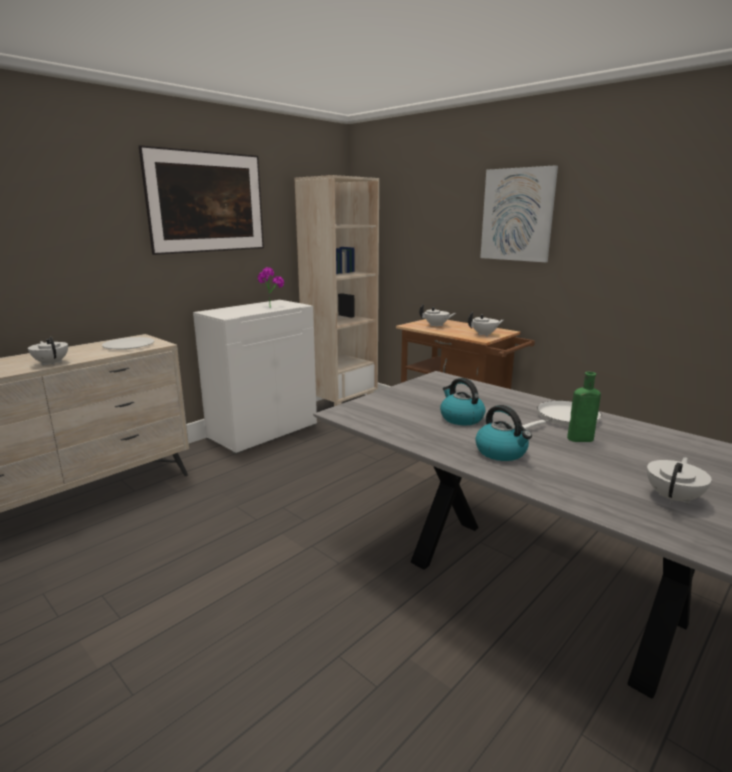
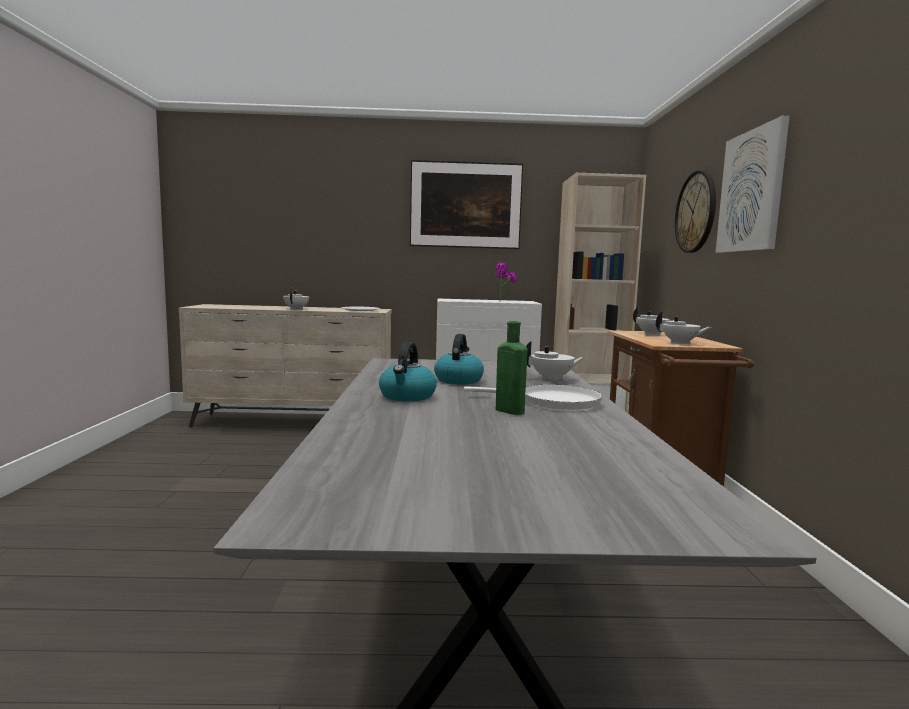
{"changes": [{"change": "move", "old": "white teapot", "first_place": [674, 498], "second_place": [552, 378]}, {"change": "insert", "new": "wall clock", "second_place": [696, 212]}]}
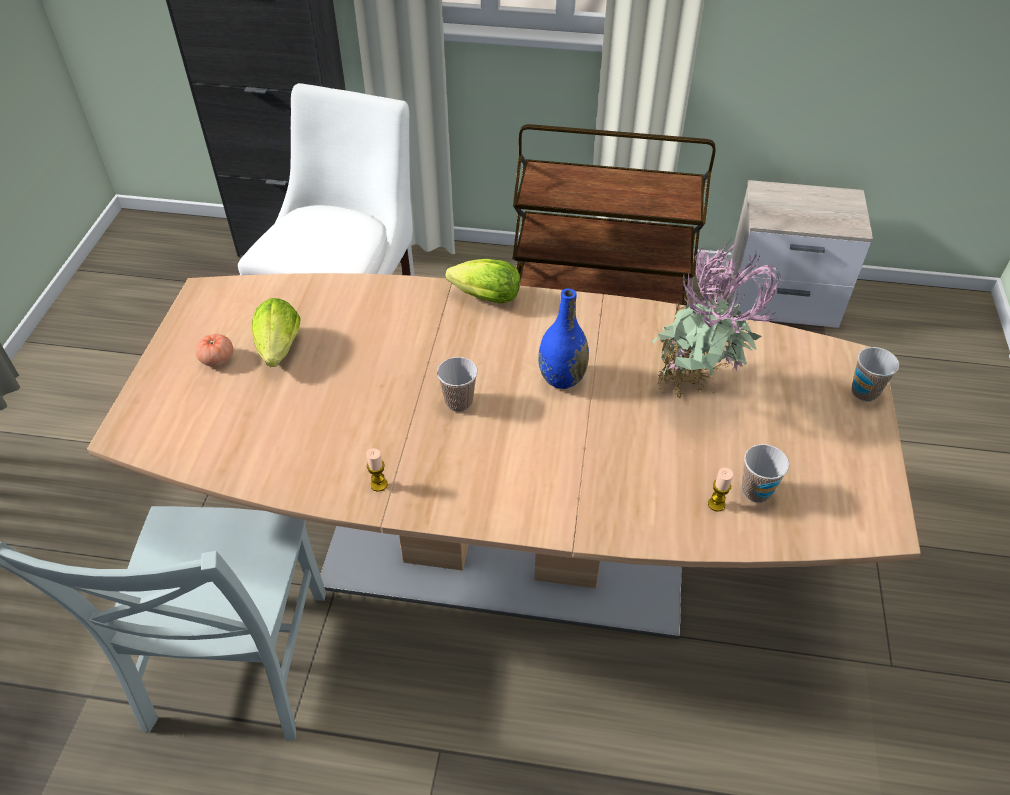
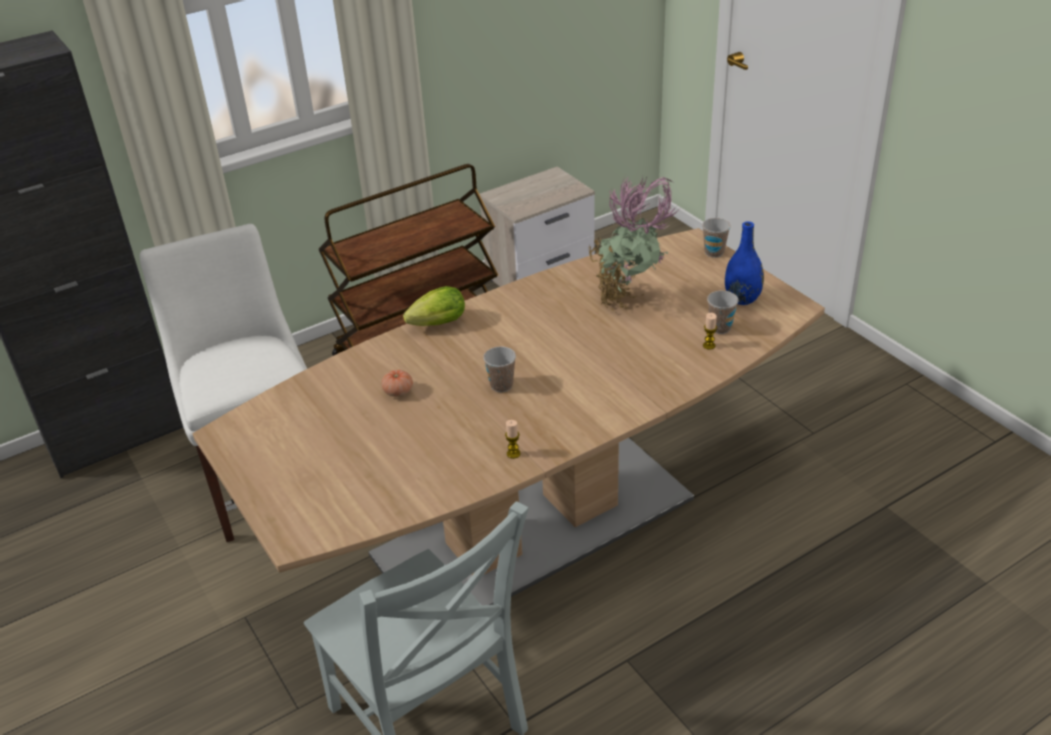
{"changes": [{"change": "move", "old": "tomato", "first_place": [217, 359], "second_place": [398, 392]}, {"change": "delete", "old": "lettuce", "first_place": [279, 352]}, {"change": "move", "old": "blue vase", "first_place": [562, 378], "second_place": [742, 299]}]}
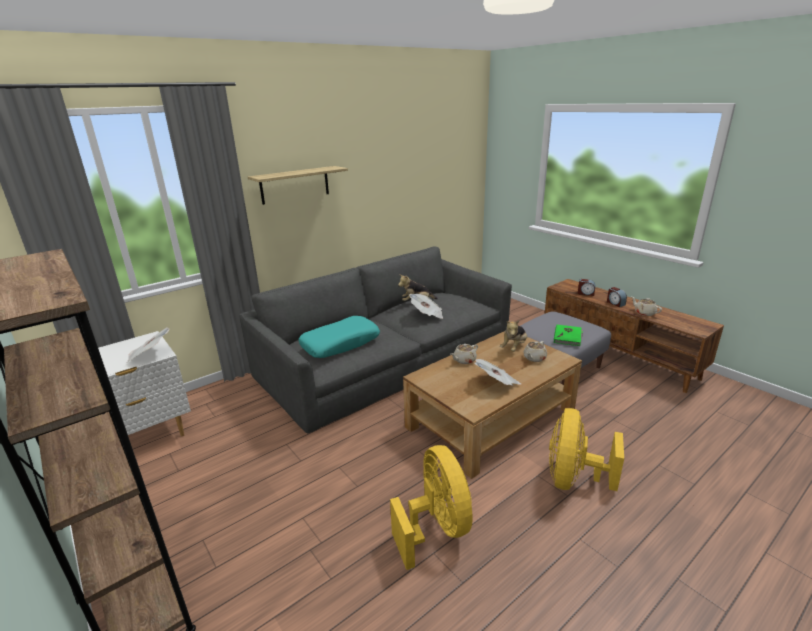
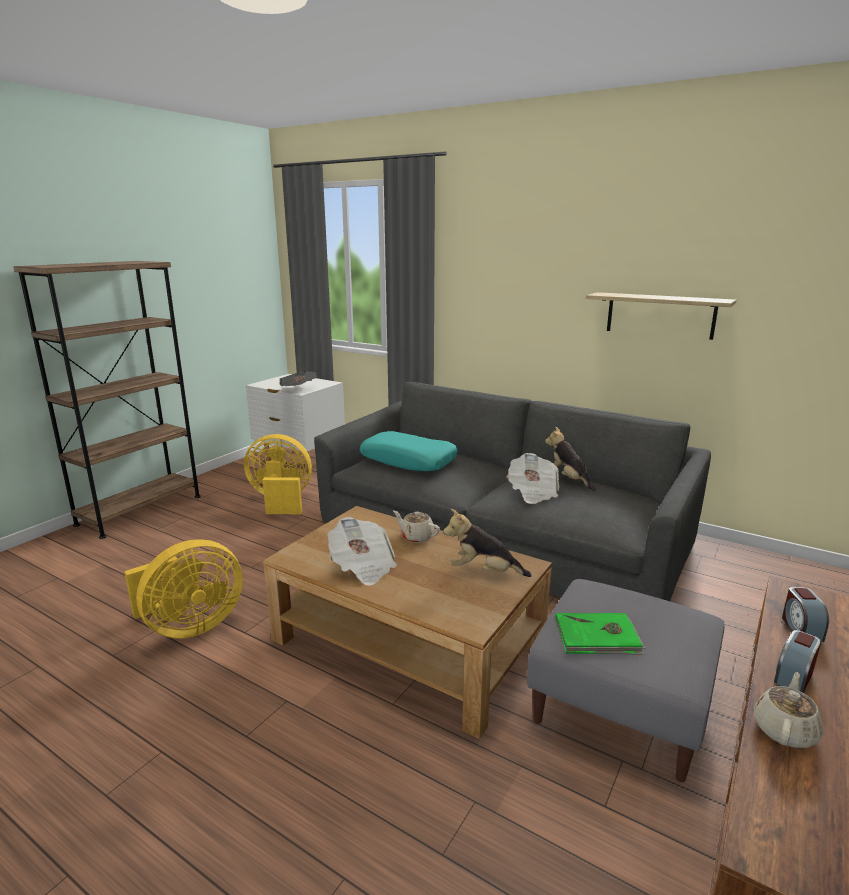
{"changes": [{"change": "move", "old": "shelf", "first_place": [295, 185], "second_place": [660, 315]}, {"change": "delete", "old": "beige teapot", "first_place": [534, 358]}, {"change": "move", "old": "yellow fan", "first_place": [573, 479], "second_place": [281, 501]}]}
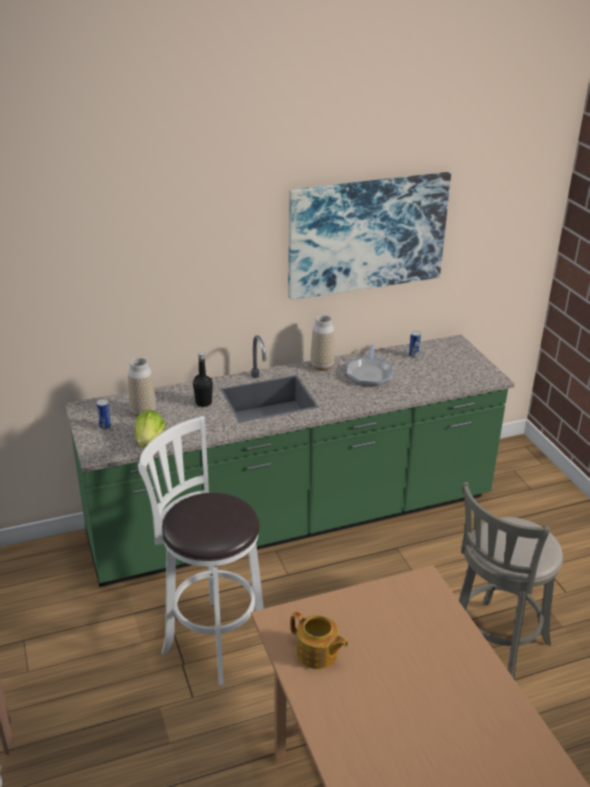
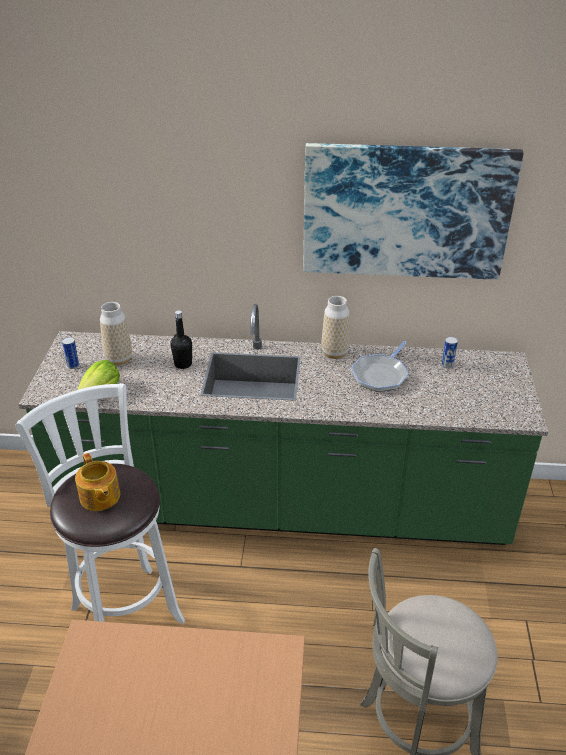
{"changes": [{"change": "move", "old": "teapot", "first_place": [317, 653], "second_place": [99, 497]}]}
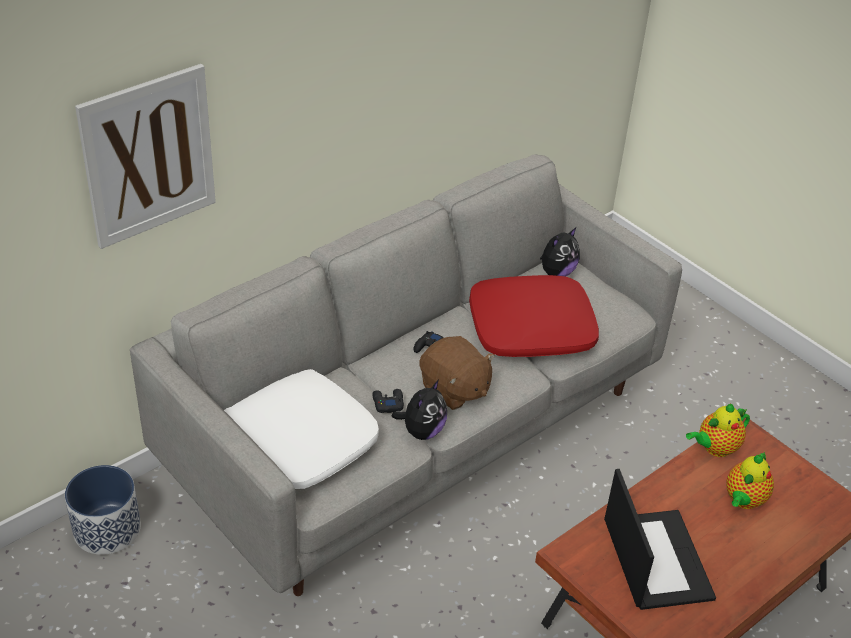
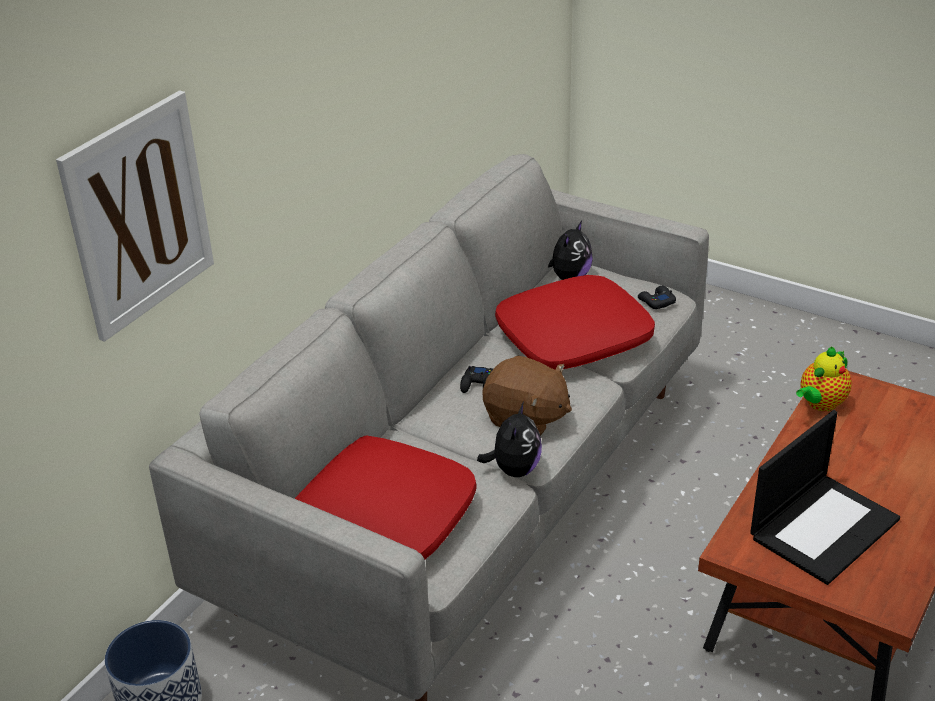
{"changes": [{"change": "recolor", "old": "white pillow", "new": "red pillow", "first_place": [301, 440], "second_place": [385, 515]}, {"change": "move", "old": "black game controller", "first_place": [387, 403], "second_place": [656, 301]}, {"change": "rotate", "old": "laptop", "first_place": [655, 558], "second_place": [824, 527], "degrees": 75}, {"change": "delete", "old": "teapot", "first_place": [743, 500]}]}
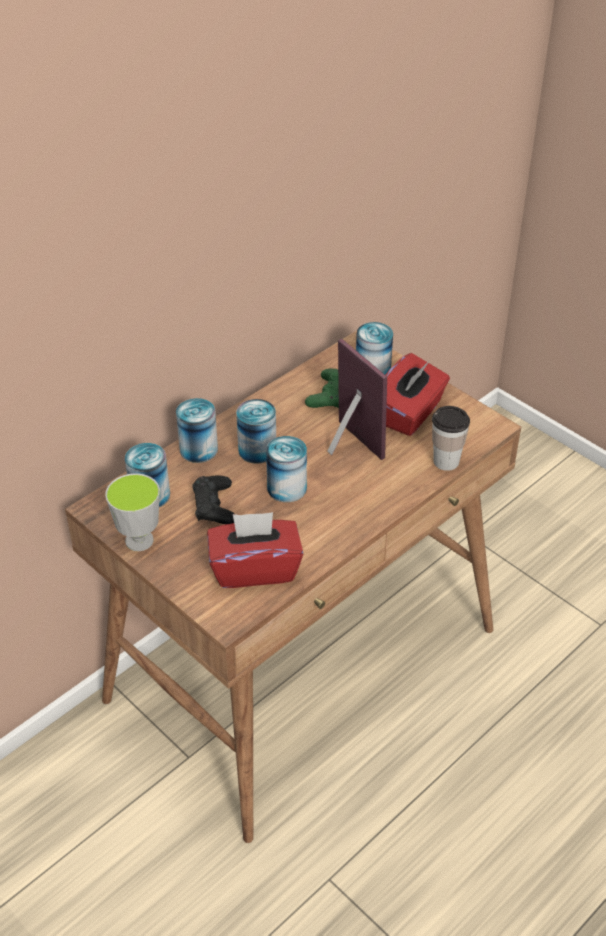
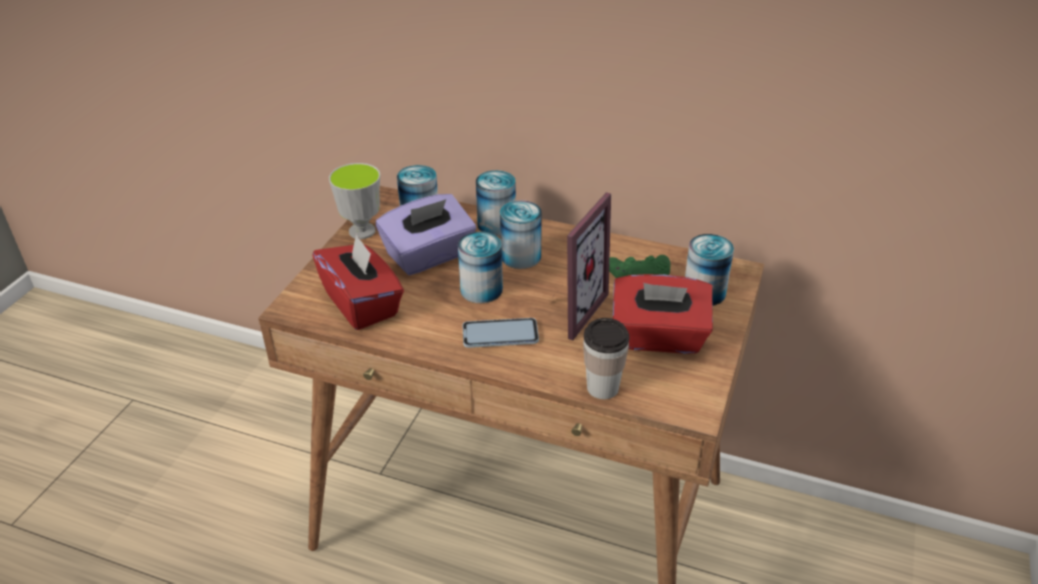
{"changes": [{"change": "replace", "old": "black game controller", "new": "purple tissue box", "first_place": [214, 506], "second_place": [429, 256]}, {"change": "insert", "new": "phone", "second_place": [500, 334]}]}
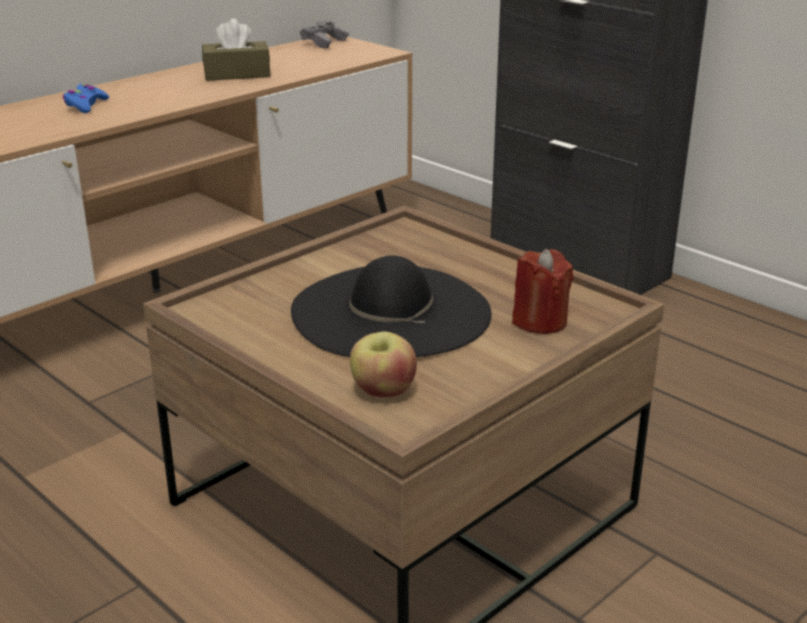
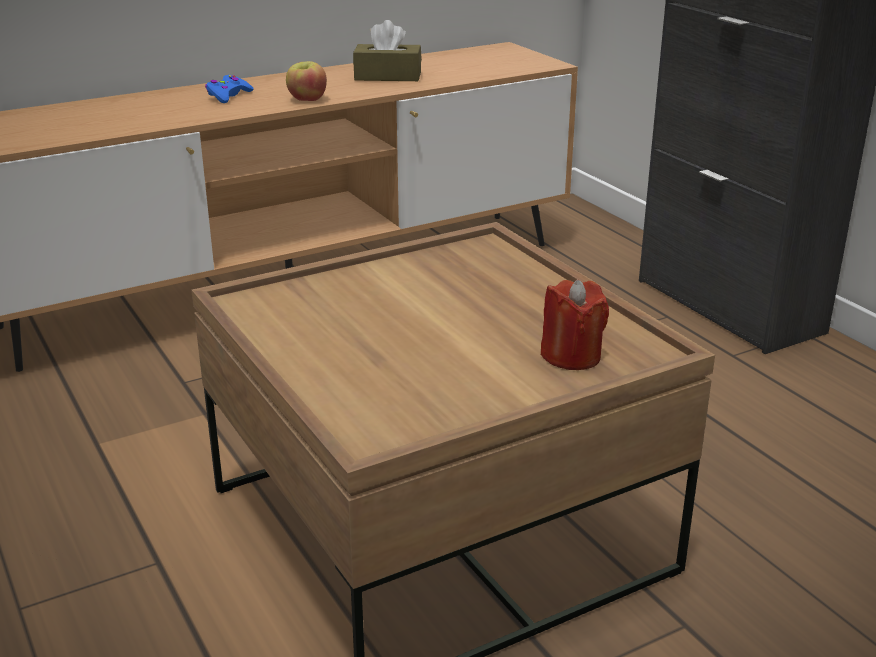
{"changes": [{"change": "delete", "old": "black hat", "first_place": [390, 312]}, {"change": "delete", "old": "grey game controller", "first_place": [324, 42]}, {"change": "move", "old": "apple", "first_place": [383, 391], "second_place": [307, 99]}]}
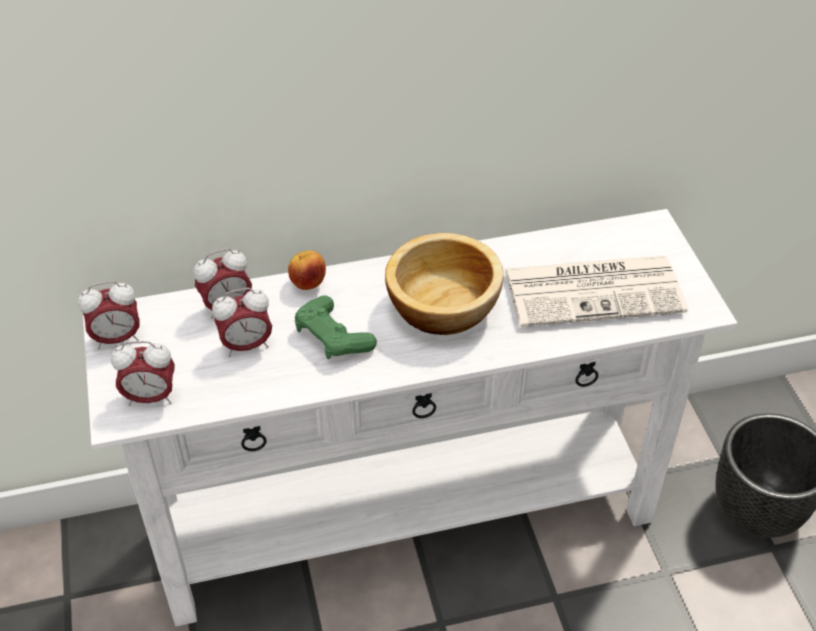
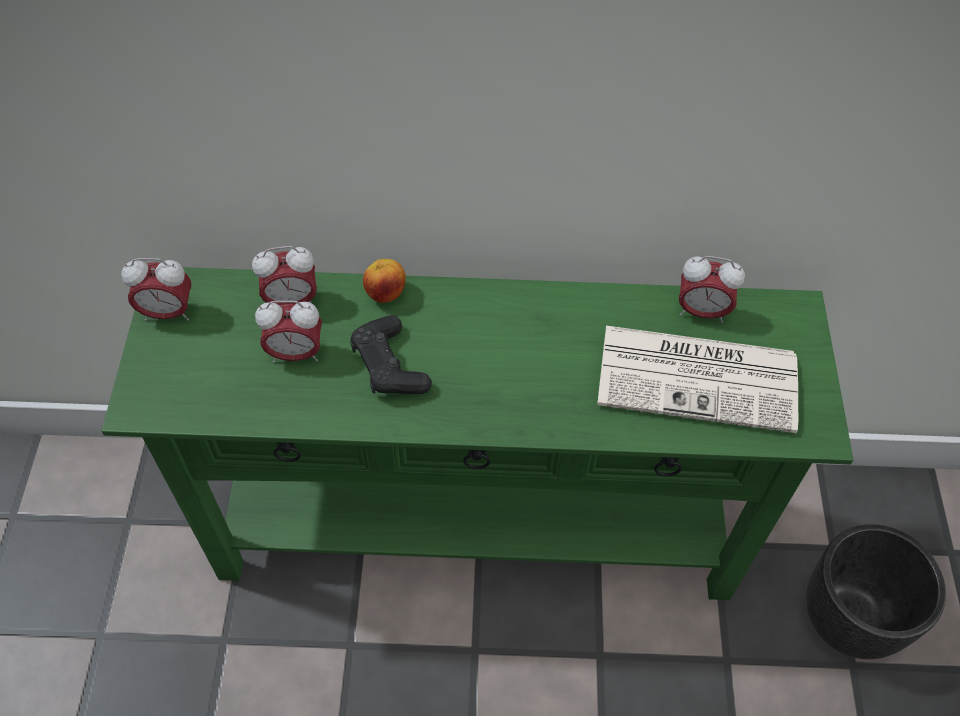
{"changes": [{"change": "recolor", "old": "white console table", "new": "green console table", "first_place": [407, 520], "second_place": [476, 528]}, {"change": "move", "old": "alarm clock", "first_place": [150, 397], "second_place": [701, 311]}, {"change": "recolor", "old": "green game controller", "new": "black game controller", "first_place": [333, 337], "second_place": [389, 366]}, {"change": "delete", "old": "bowl", "first_place": [444, 306]}]}
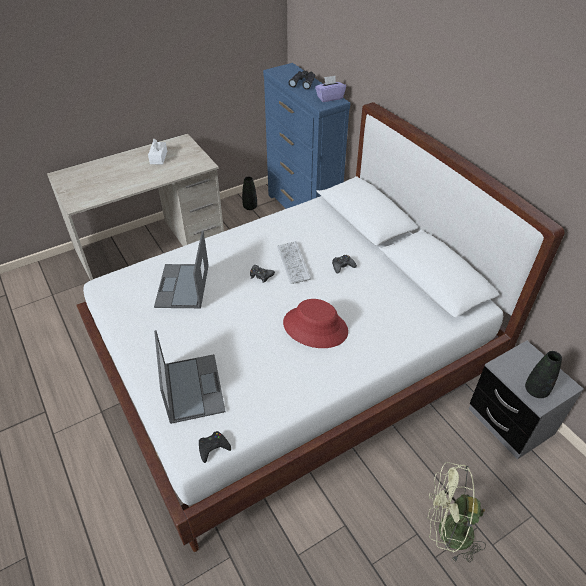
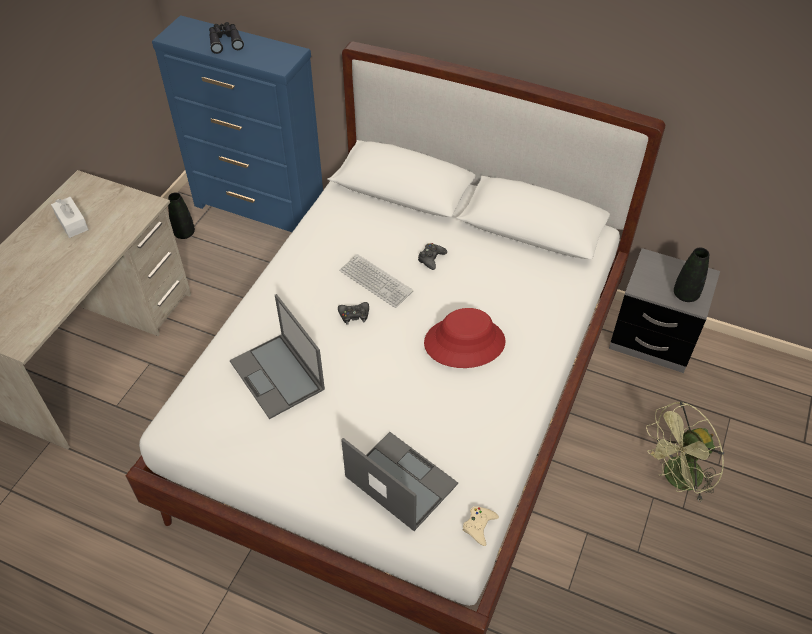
{"changes": [{"change": "recolor", "old": "black game controller", "new": "beige game controller", "first_place": [213, 447], "second_place": [479, 526]}, {"change": "delete", "old": "purple tissue box", "first_place": [329, 98]}]}
